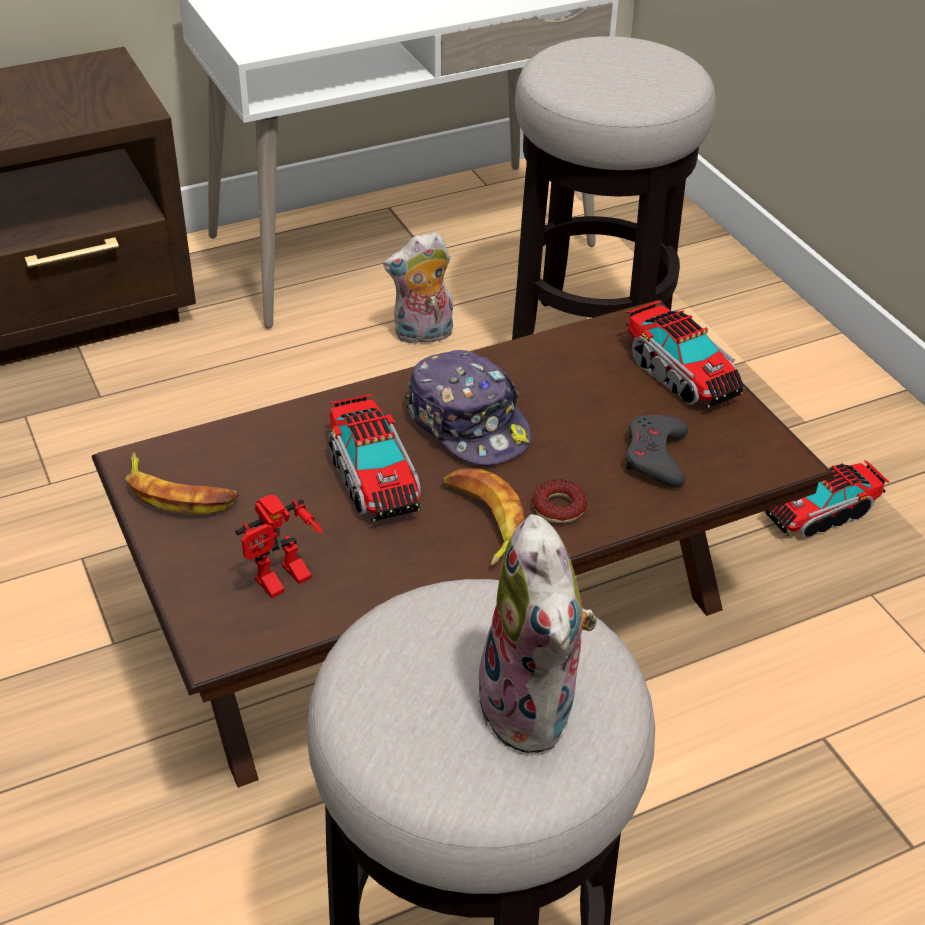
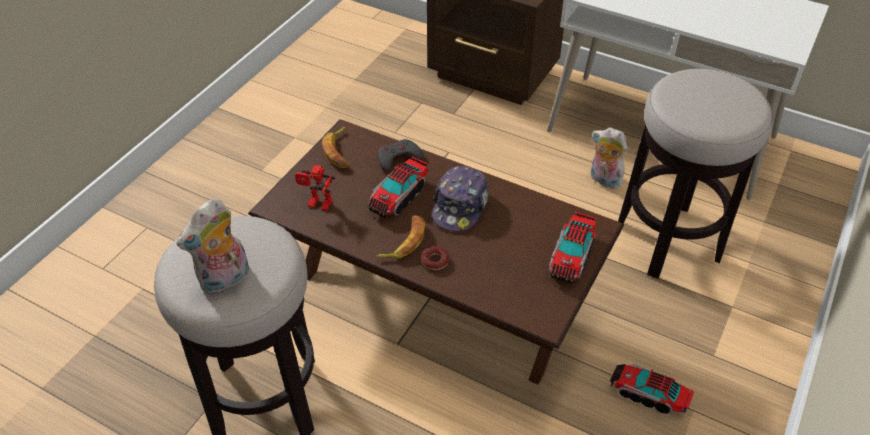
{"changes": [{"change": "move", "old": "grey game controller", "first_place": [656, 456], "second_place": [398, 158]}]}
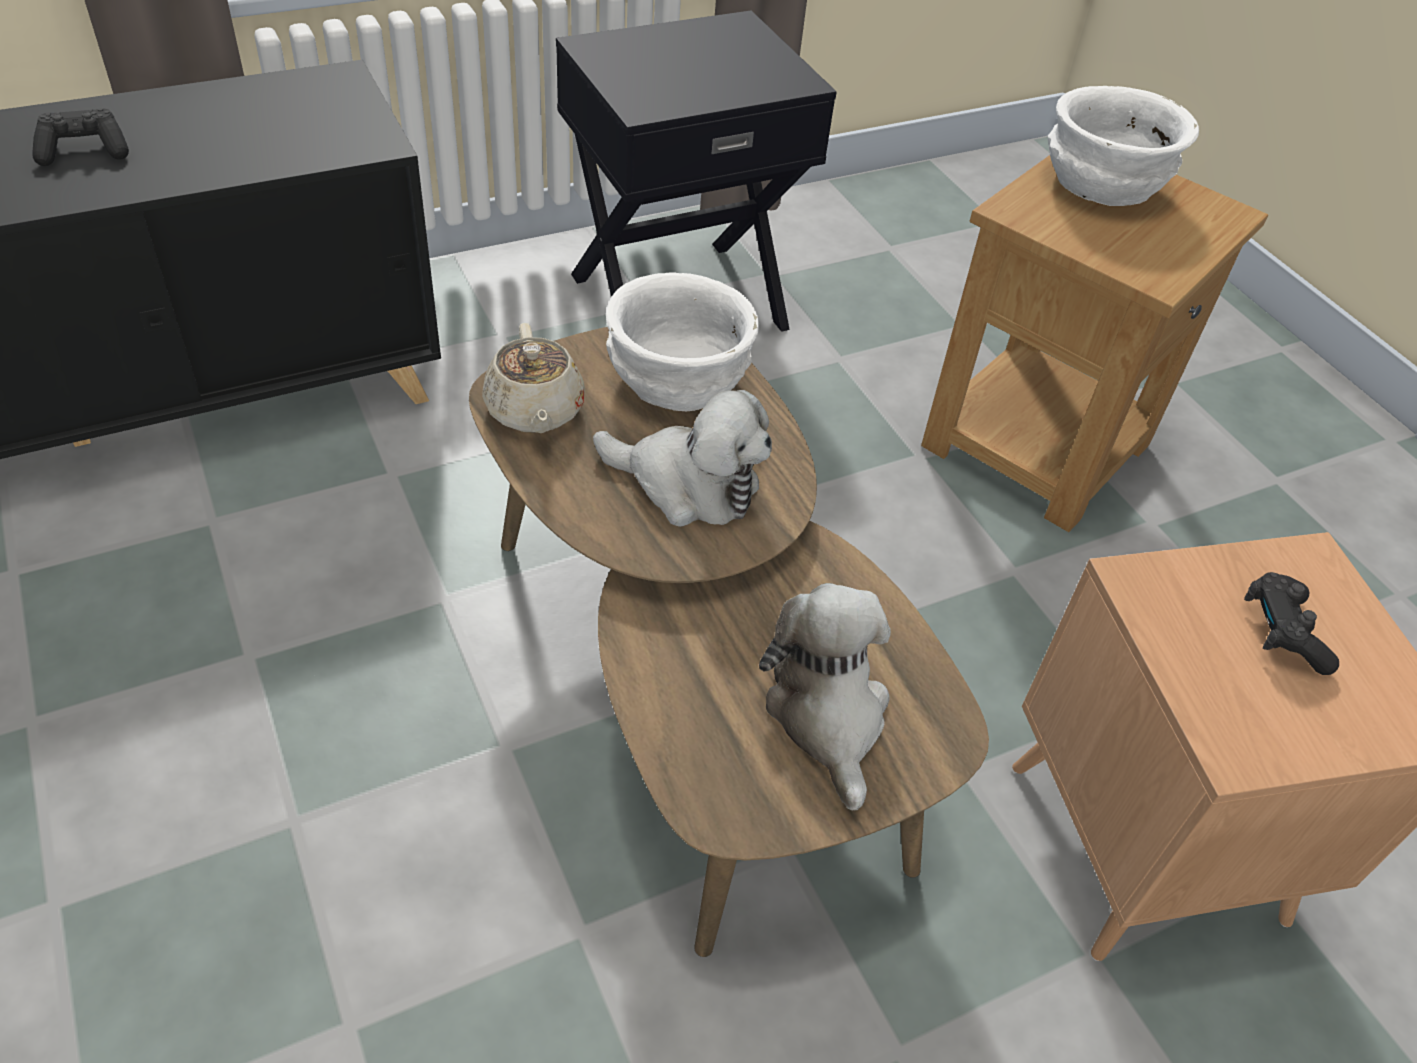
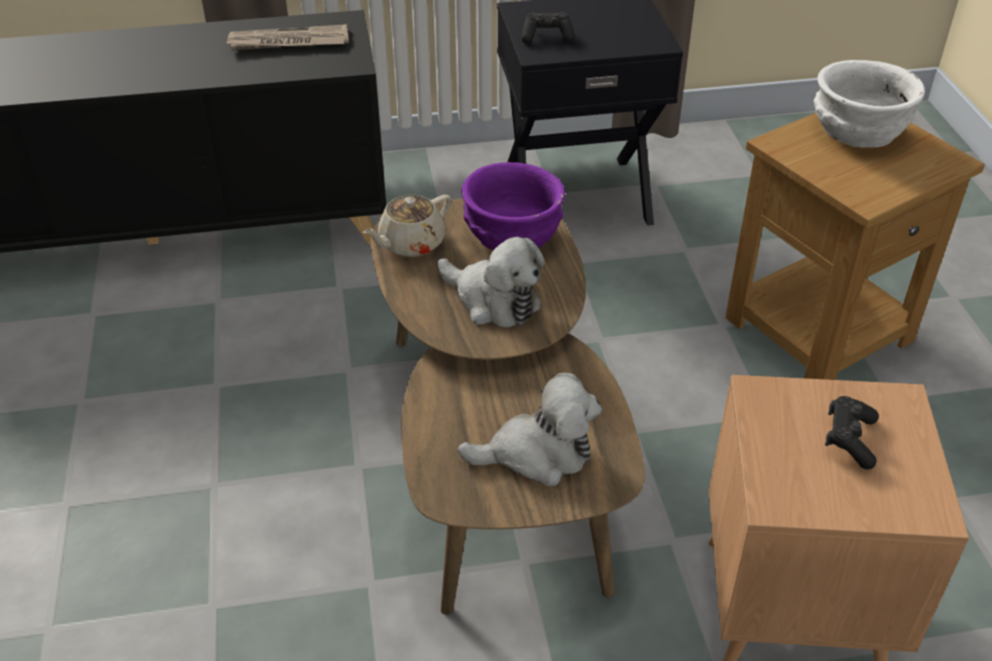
{"changes": [{"change": "move", "old": "black game controller", "first_place": [84, 152], "second_place": [547, 37]}, {"change": "rotate", "old": "beige teapot", "first_place": [534, 411], "second_place": [410, 243], "degrees": 45}, {"change": "recolor", "old": "white bowl", "new": "purple bowl", "first_place": [675, 380], "second_place": [511, 235]}, {"change": "rotate", "old": "plush toy", "first_place": [827, 714], "second_place": [537, 454], "degrees": 75}, {"change": "insert", "new": "newspaper", "second_place": [288, 42]}]}
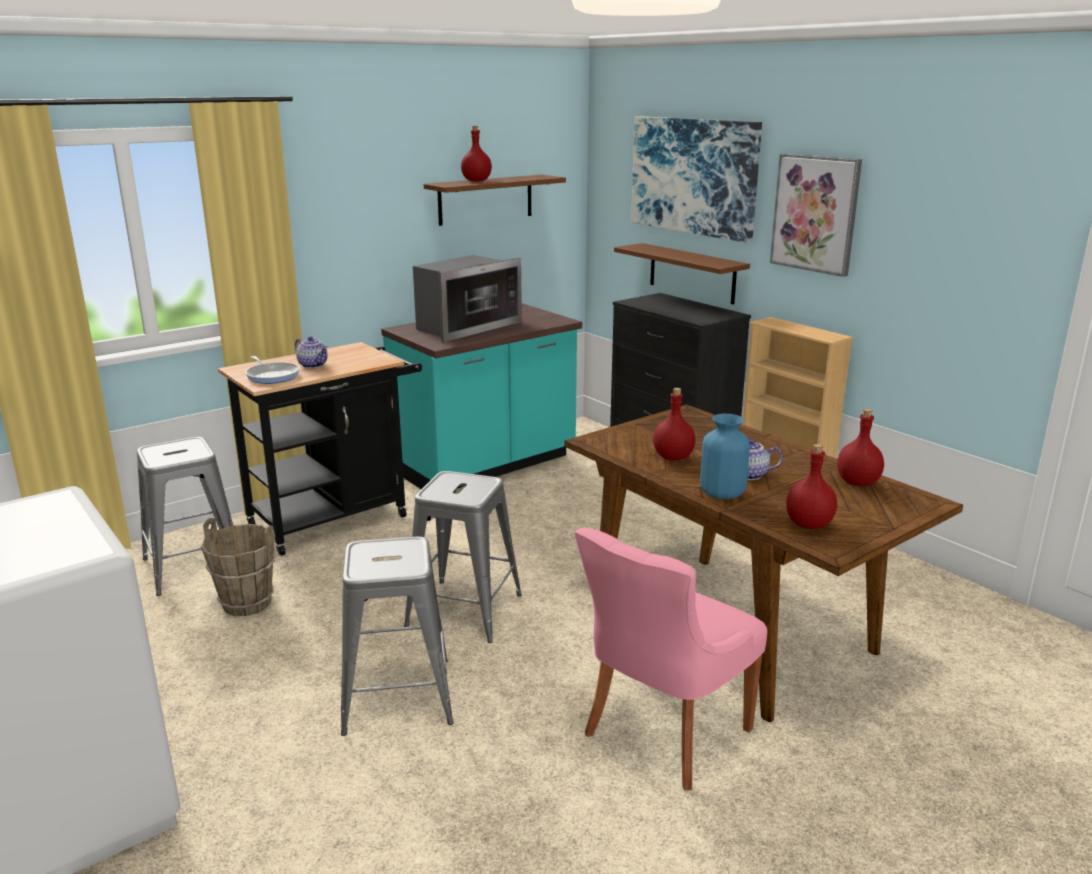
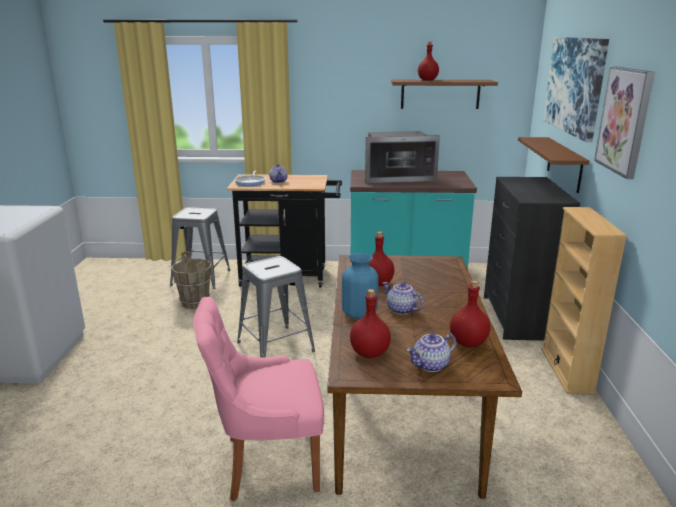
{"changes": [{"change": "delete", "old": "grey stool", "first_place": [398, 695]}, {"change": "insert", "new": "teapot", "second_place": [431, 366]}]}
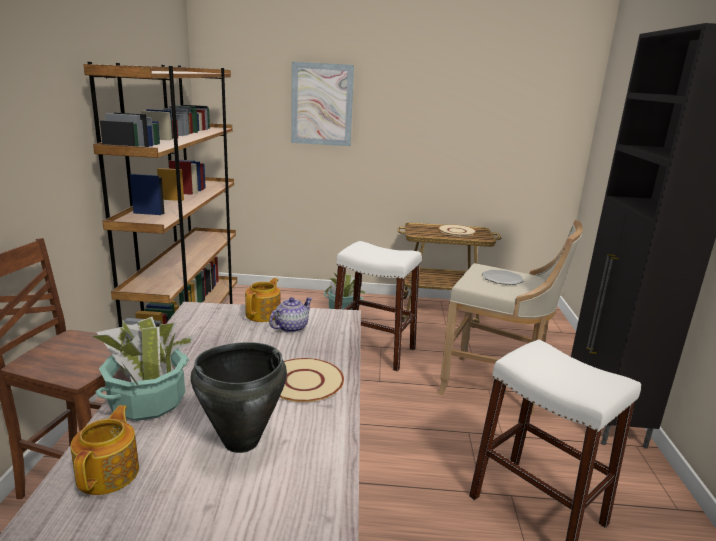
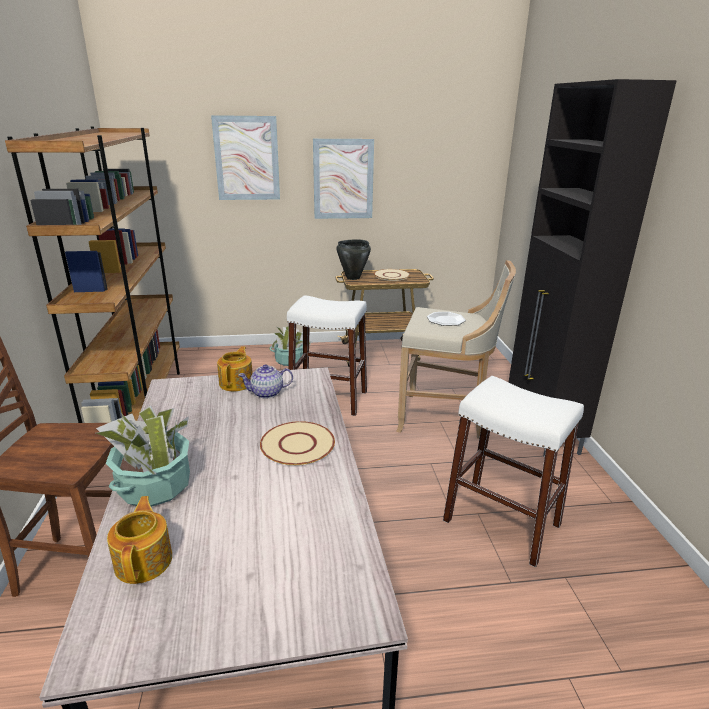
{"changes": [{"change": "move", "old": "black cooking pot", "first_place": [240, 441], "second_place": [352, 277]}, {"change": "rotate", "old": "teapot", "first_place": [290, 327], "second_place": [267, 393], "degrees": -135}, {"change": "insert", "new": "picture", "second_place": [343, 179]}]}
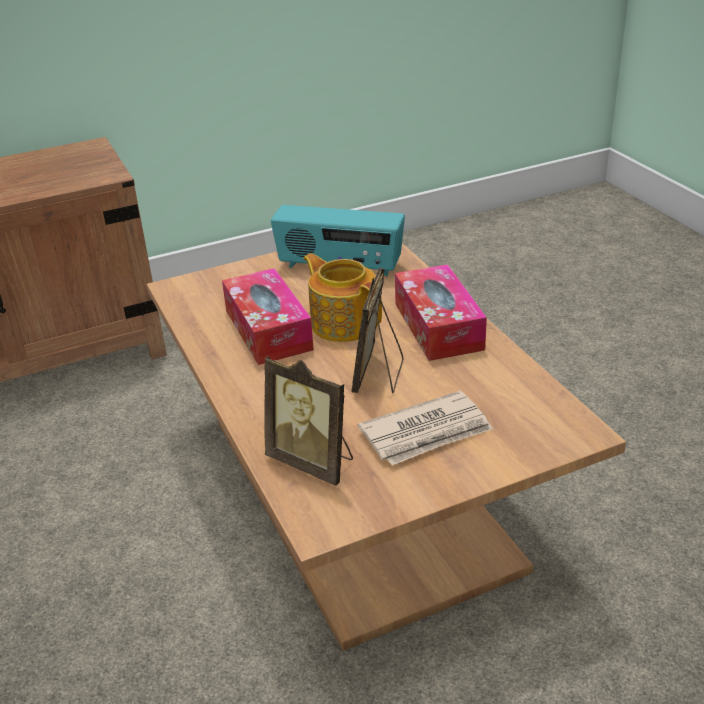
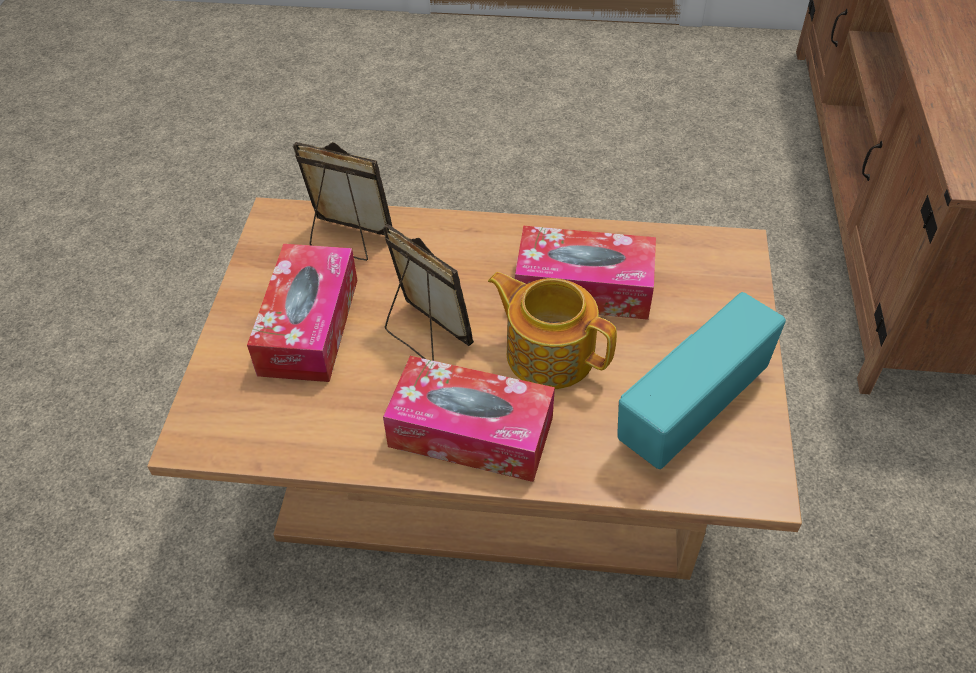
{"changes": [{"change": "rotate", "old": "picture frame", "first_place": [313, 462], "second_place": [347, 240], "degrees": 45}, {"change": "rotate", "old": "teapot", "first_place": [344, 322], "second_place": [549, 353], "degrees": -135}, {"change": "replace", "old": "newspaper", "new": "tissue box", "first_place": [427, 433], "second_place": [309, 326]}]}
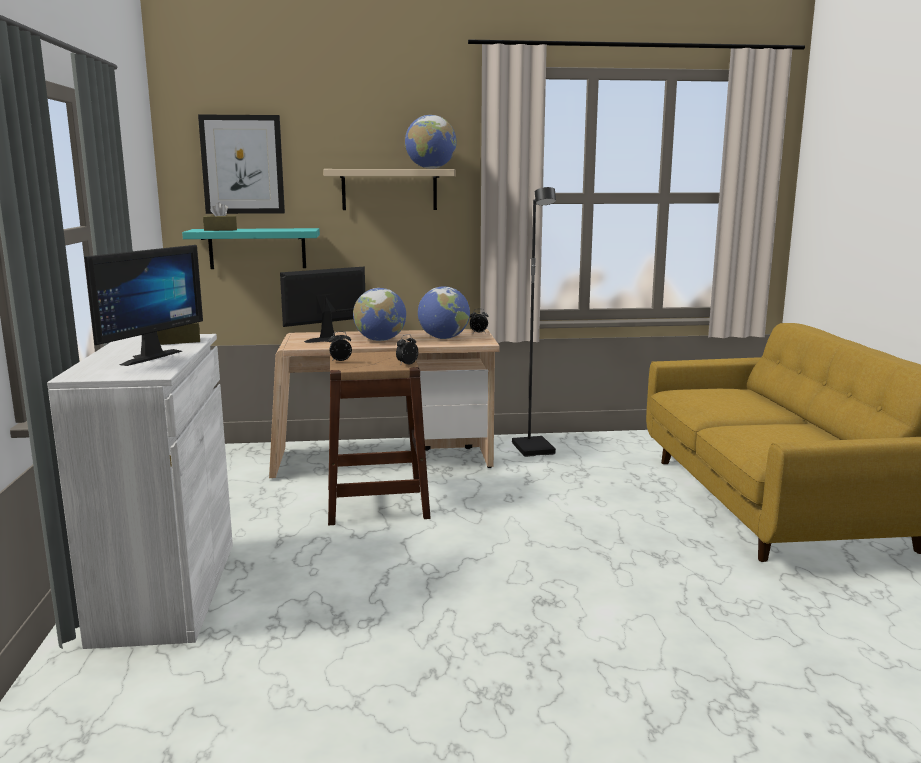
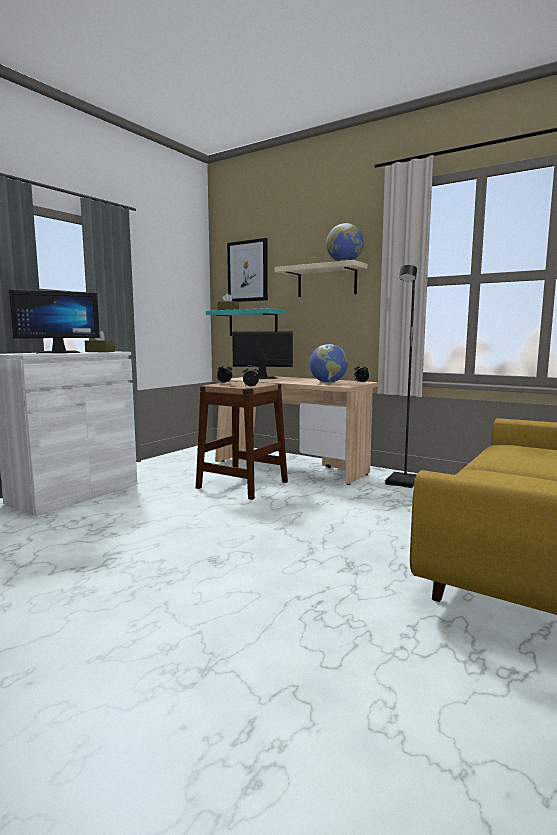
{"changes": [{"change": "delete", "old": "globe", "first_place": [380, 340]}]}
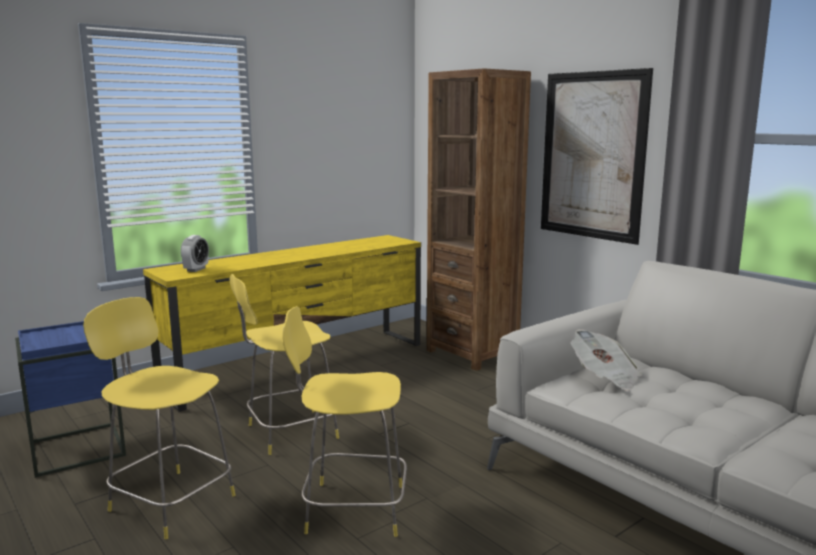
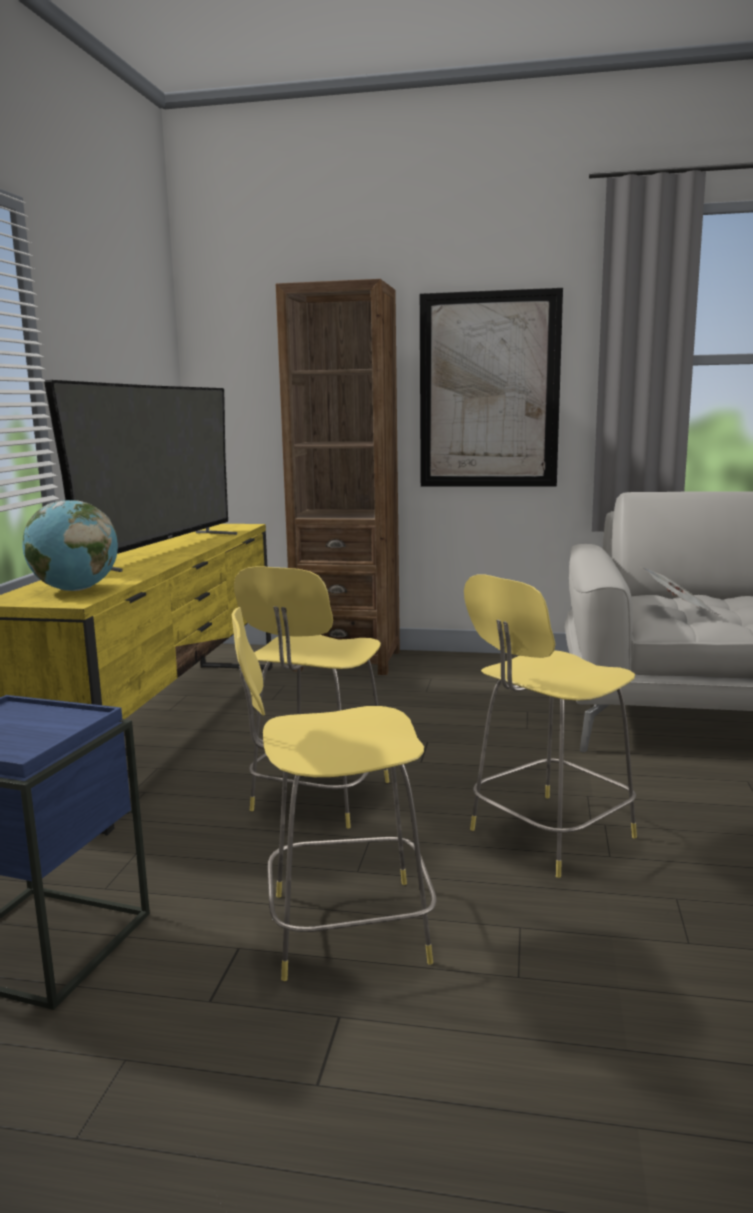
{"changes": [{"change": "replace", "old": "alarm clock", "new": "globe", "first_place": [196, 269], "second_place": [75, 590]}, {"change": "insert", "new": "television", "second_place": [161, 550]}]}
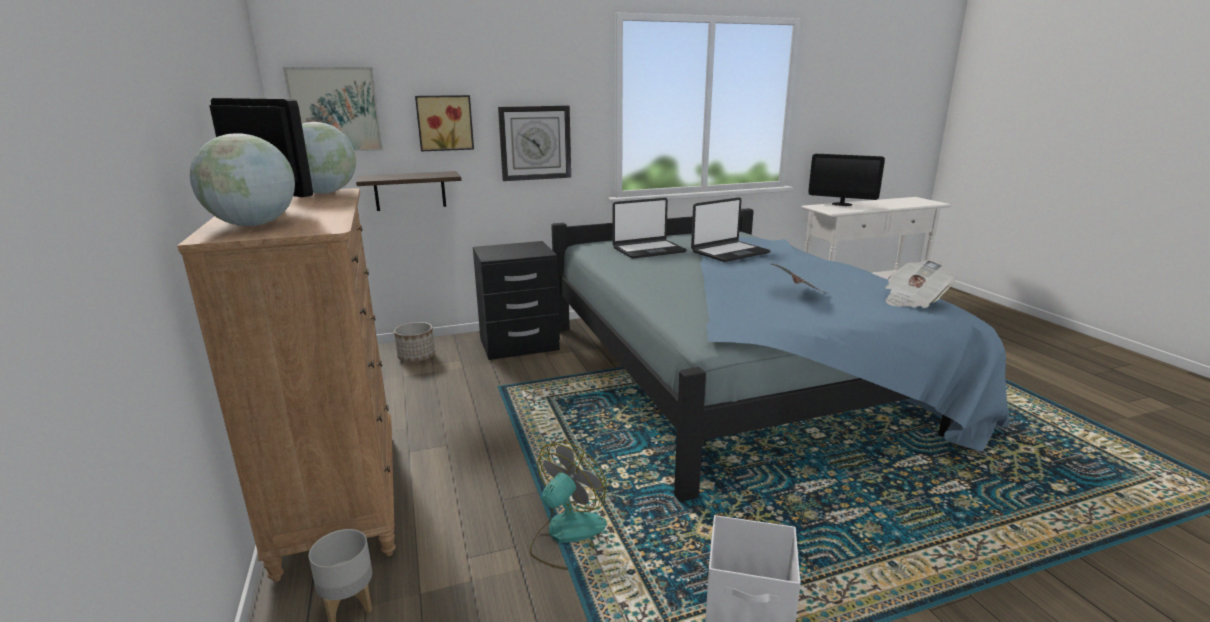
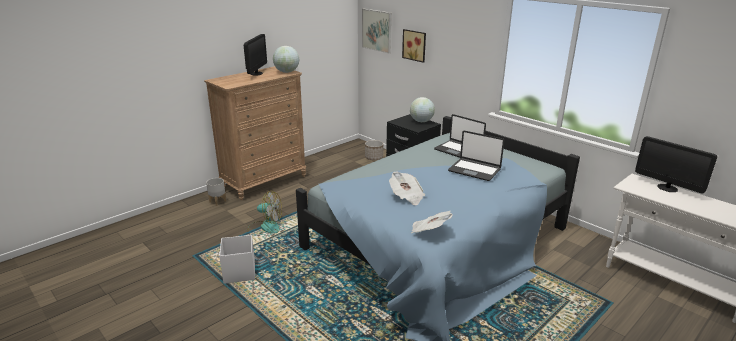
{"changes": [{"change": "move", "old": "globe", "first_place": [253, 225], "second_place": [421, 121]}, {"change": "delete", "old": "shelf", "first_place": [410, 191]}, {"change": "delete", "old": "wall clock", "first_place": [535, 143]}, {"change": "rotate", "old": "monitor", "first_place": [842, 204], "second_place": [667, 188], "degrees": -45}]}
